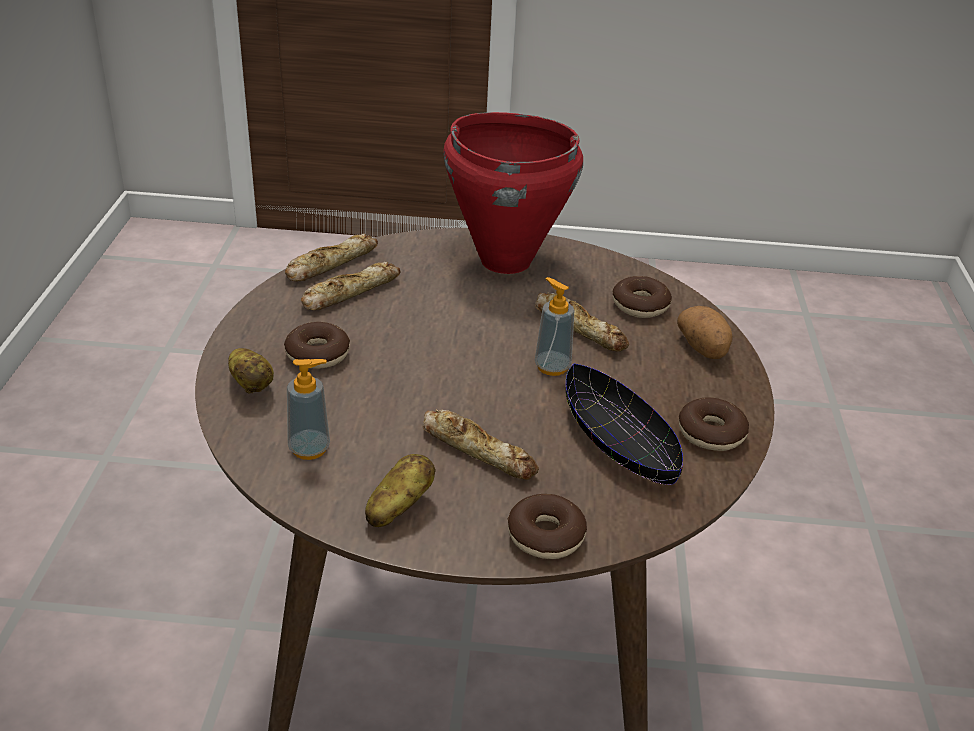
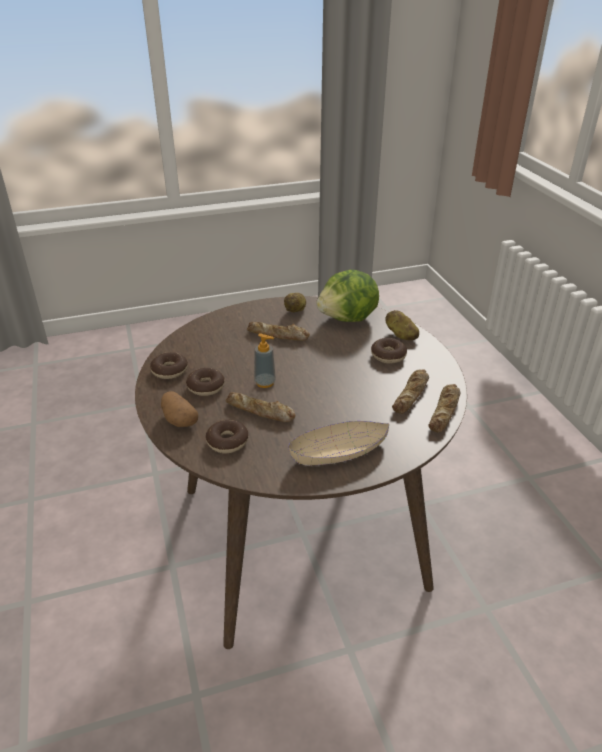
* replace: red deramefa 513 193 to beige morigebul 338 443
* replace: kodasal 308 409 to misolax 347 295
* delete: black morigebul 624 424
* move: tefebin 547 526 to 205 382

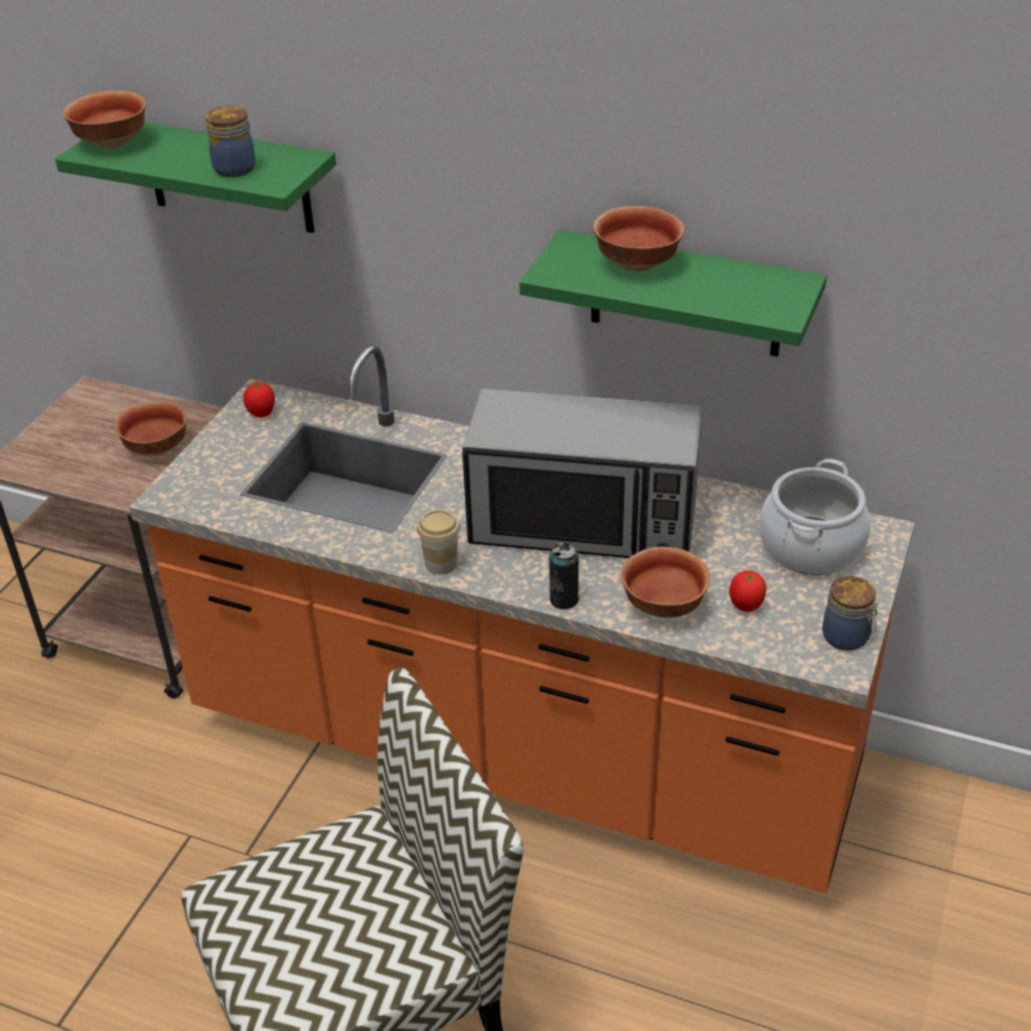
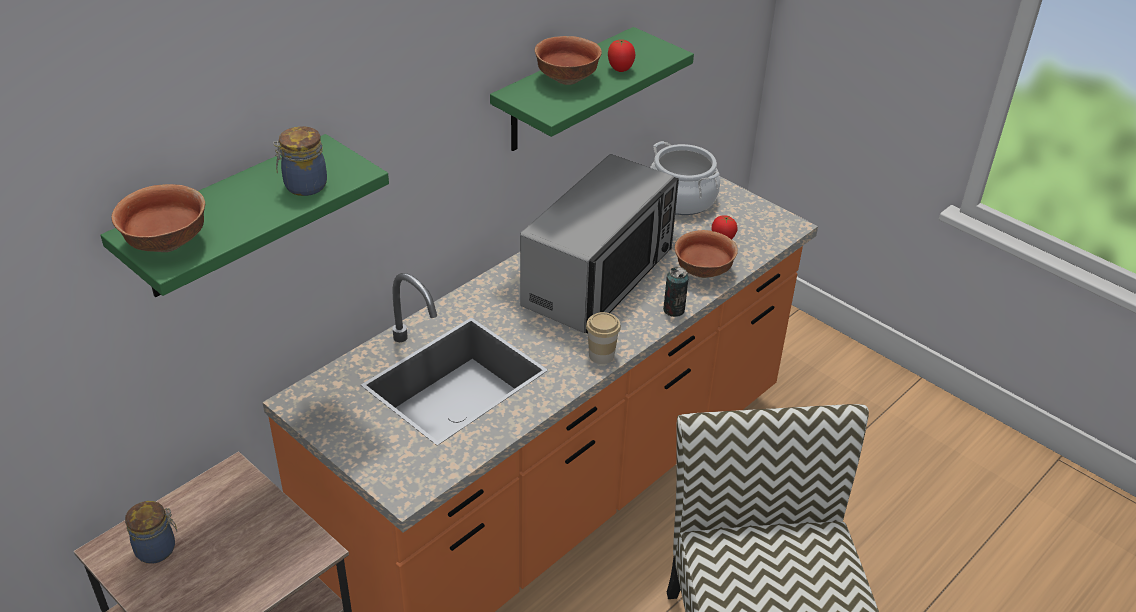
* move: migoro 259 399 to 621 55
* delete: morigebul 150 428
* move: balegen 850 613 to 151 532

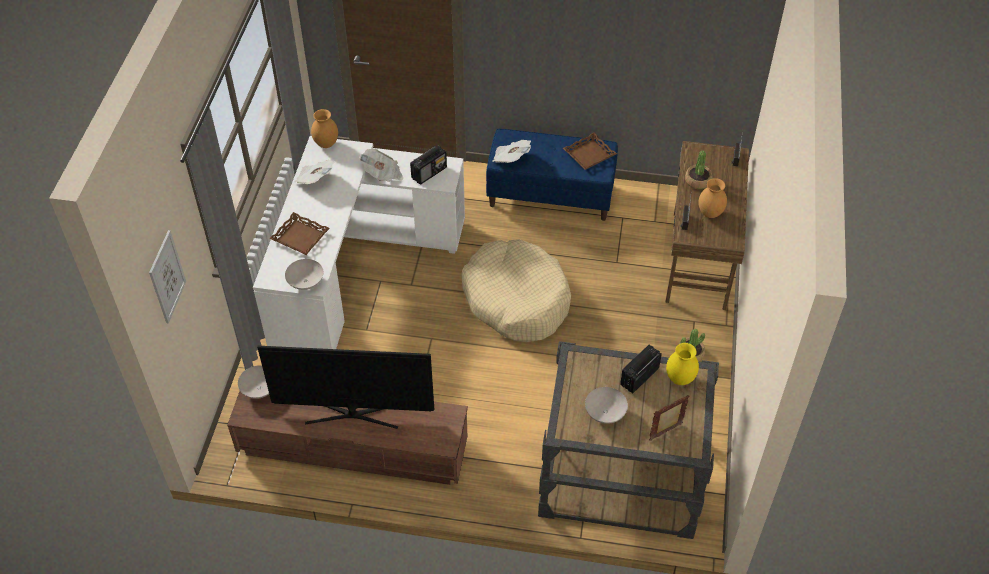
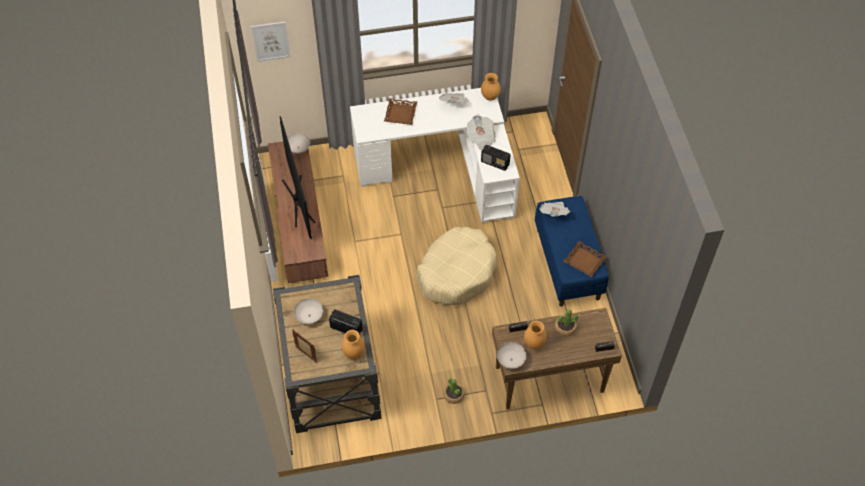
* move: white morigebul 304 274 to 512 355
* recolor: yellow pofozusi 682 364 to brown pofozusi 353 344

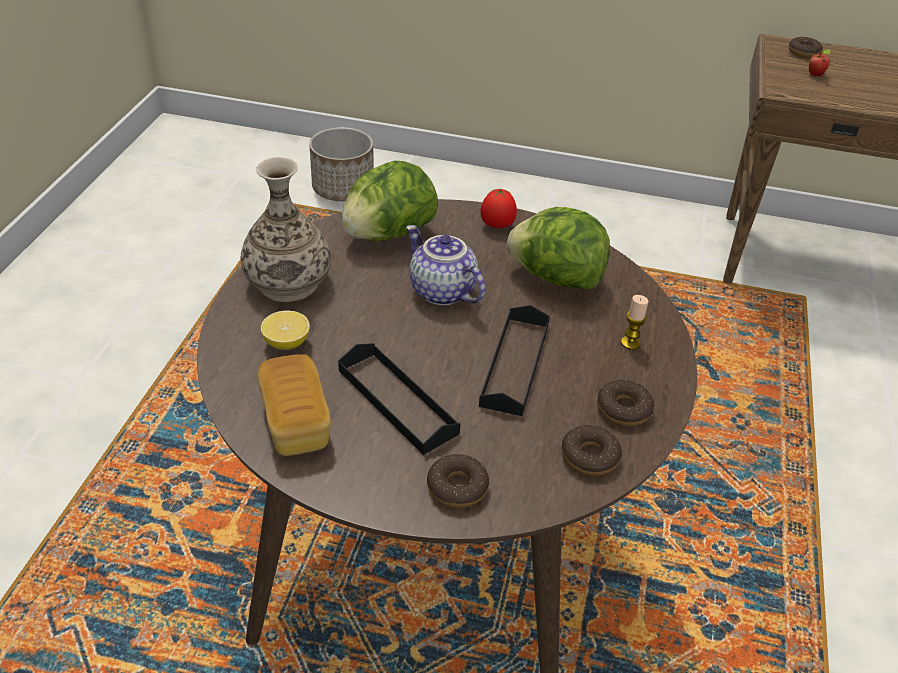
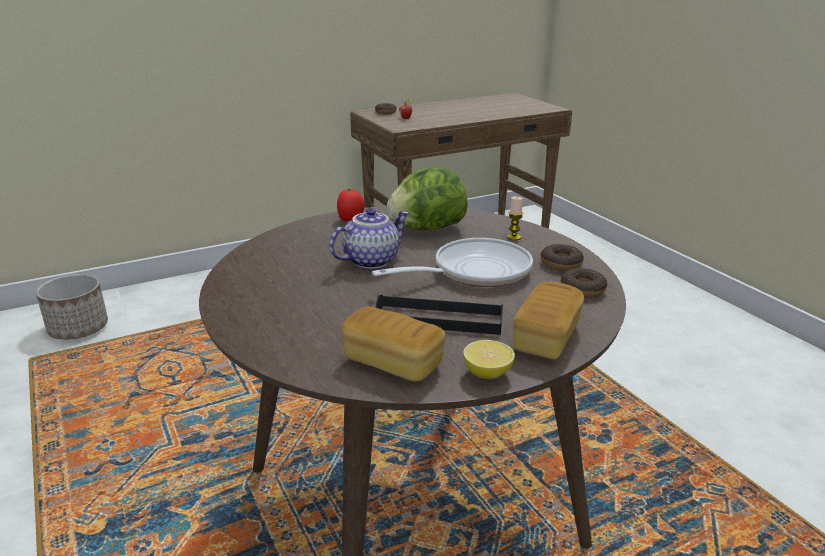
* delete: pofozusi 286 229
* delete: misolax 390 201
* rotate: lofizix 445 265 = 369 238 135 degrees clockwise
* replace: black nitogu 514 360 to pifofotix 452 262
* move: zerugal 285 330 to 489 359
* replace: tefebin 458 481 to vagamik 548 320

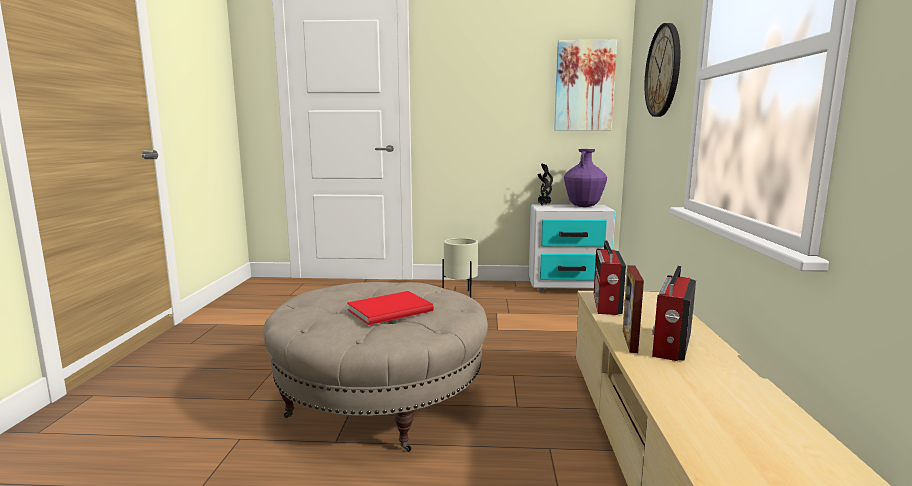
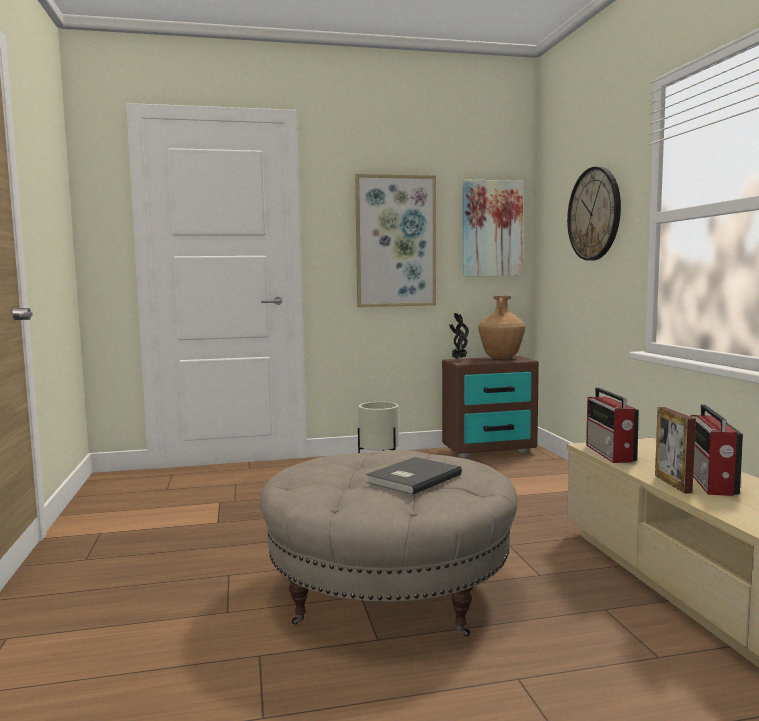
* recolor: purple pofozusi 585 178 to brown pofozusi 501 327
* recolor: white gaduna 571 248 to brown gaduna 490 407
* recolor: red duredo 390 308 to grey duredo 414 476
* insert: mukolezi 395 240

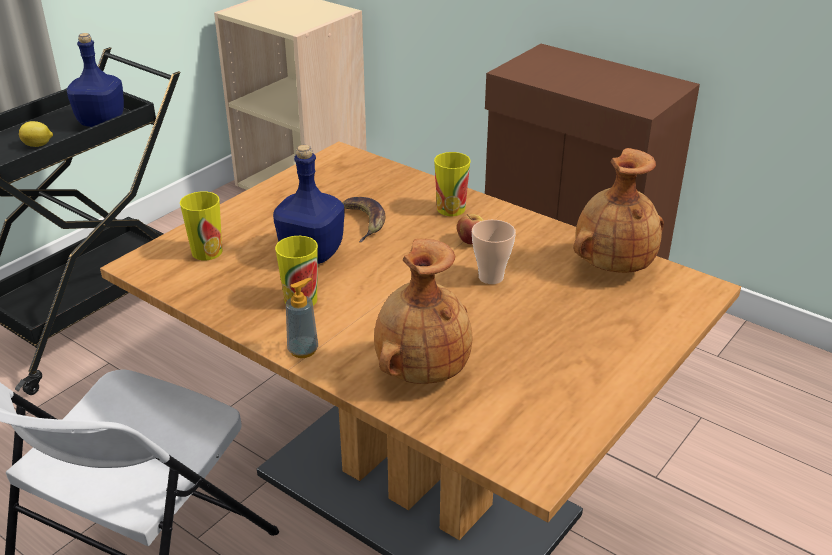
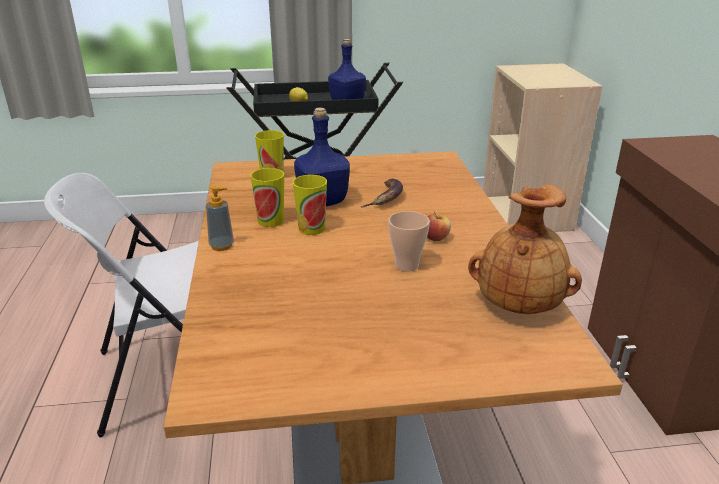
* move: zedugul 452 184 to 310 205
* delete: brown pofozusi 423 311

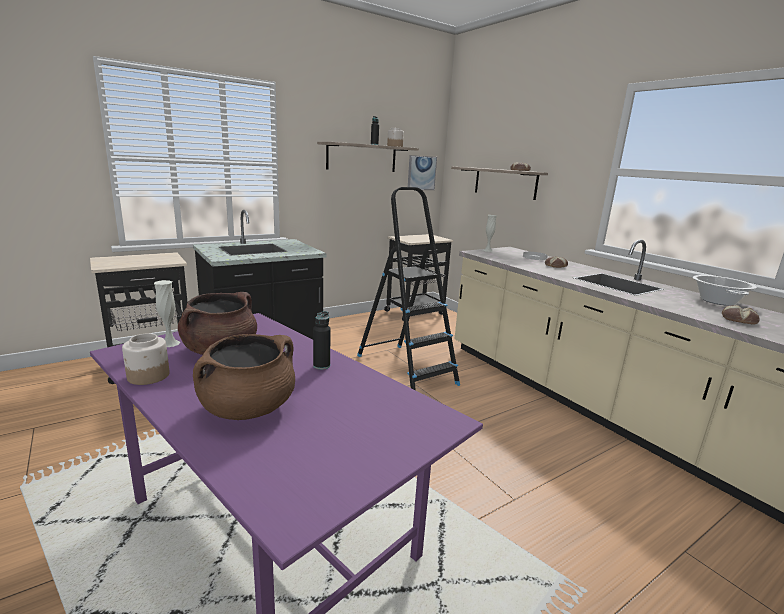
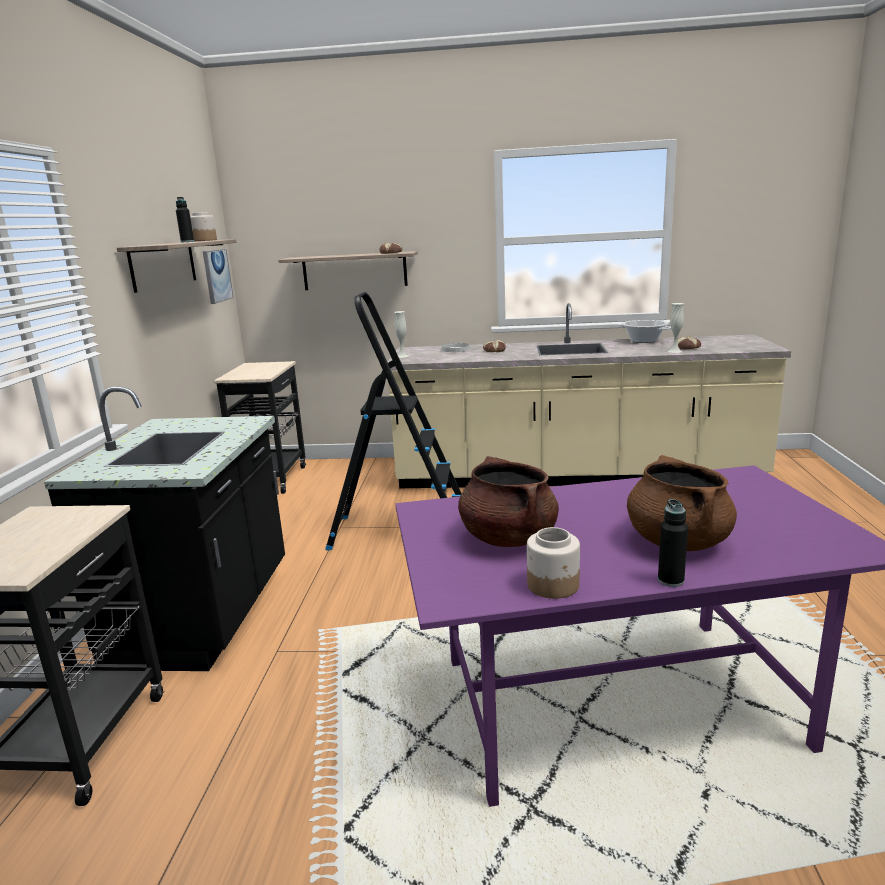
* move: white pofozusi 167 313 to 676 328
* move: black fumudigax 322 340 to 673 543

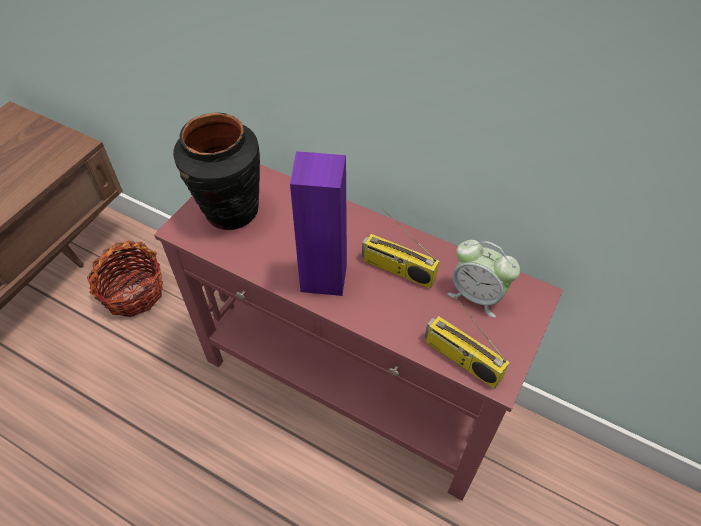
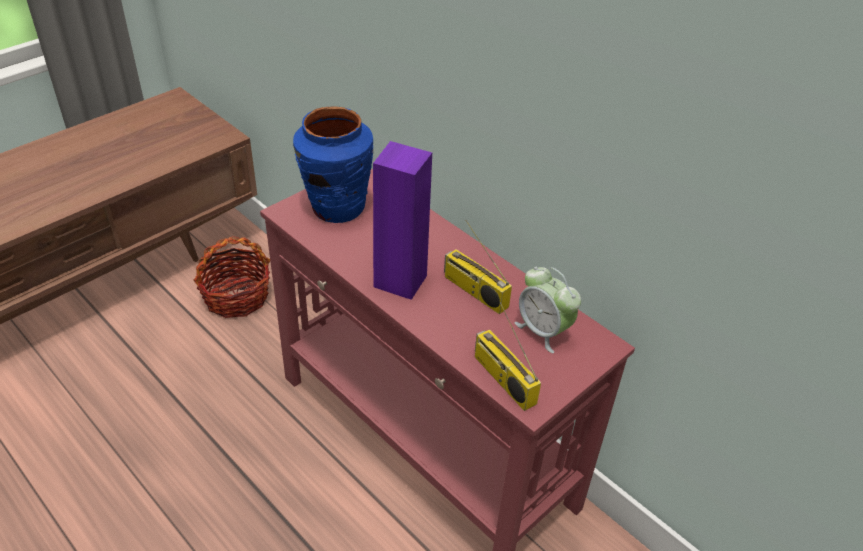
* recolor: black pofozusi 216 171 to blue pofozusi 333 164

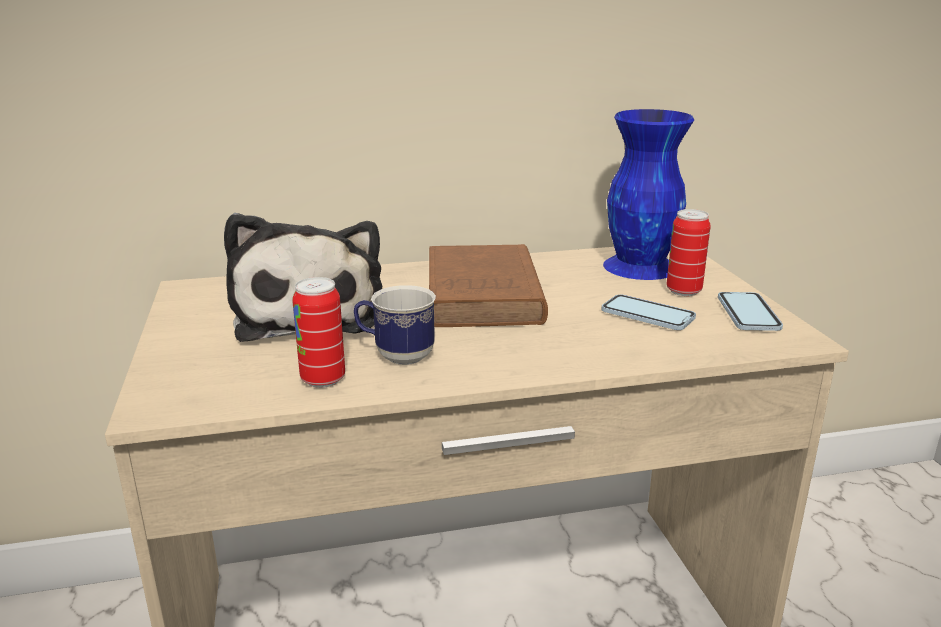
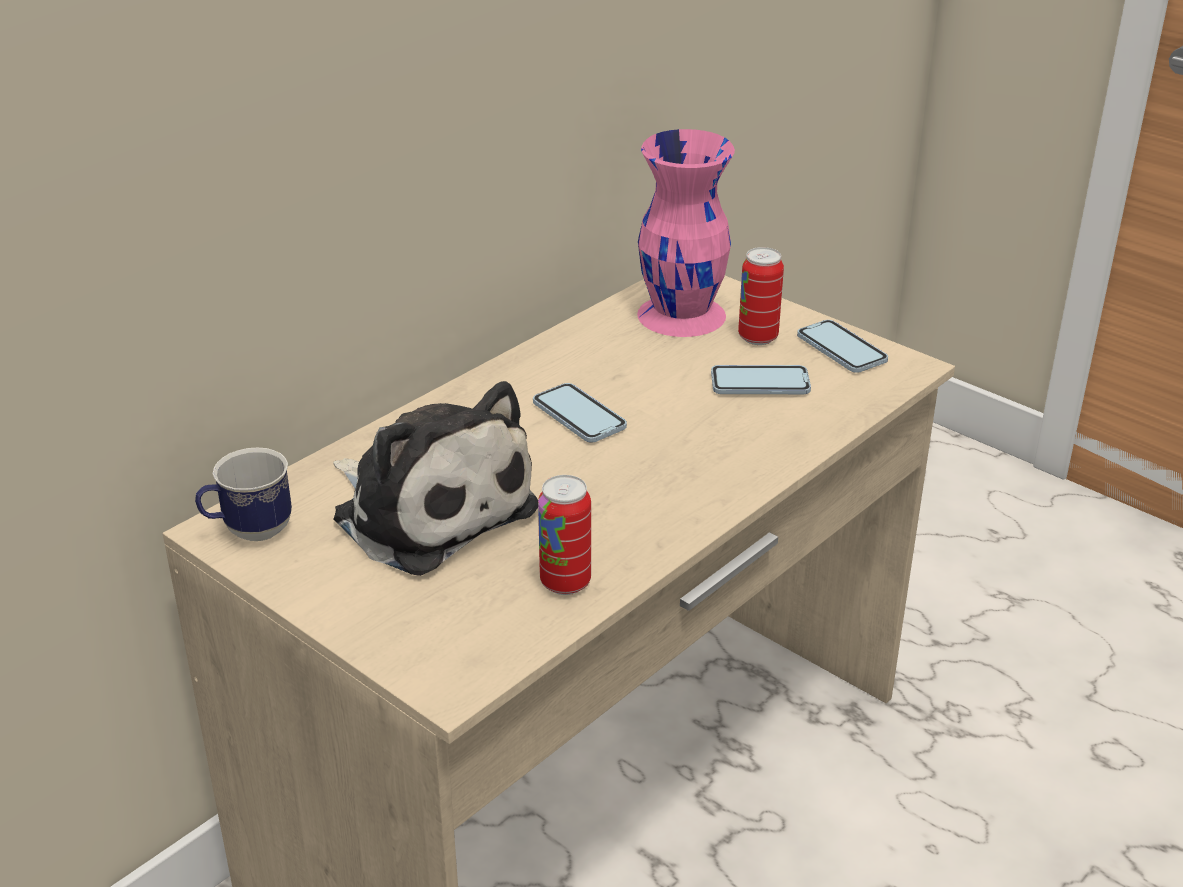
* recolor: blue pofozusi 648 194 to pink pofozusi 686 233
* replace: brown duredo 488 285 to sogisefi 580 413
* move: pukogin 395 325 to 243 494

